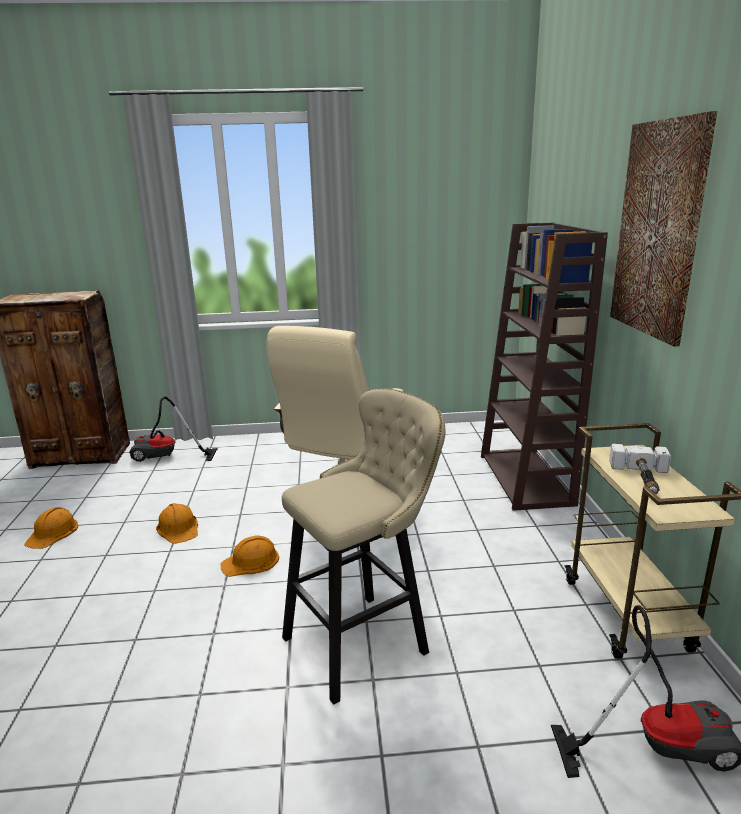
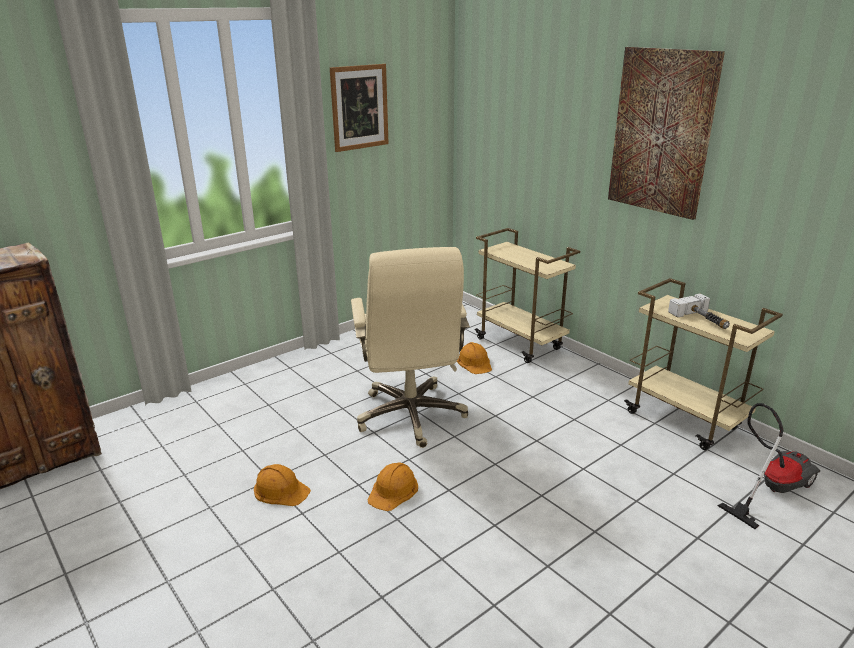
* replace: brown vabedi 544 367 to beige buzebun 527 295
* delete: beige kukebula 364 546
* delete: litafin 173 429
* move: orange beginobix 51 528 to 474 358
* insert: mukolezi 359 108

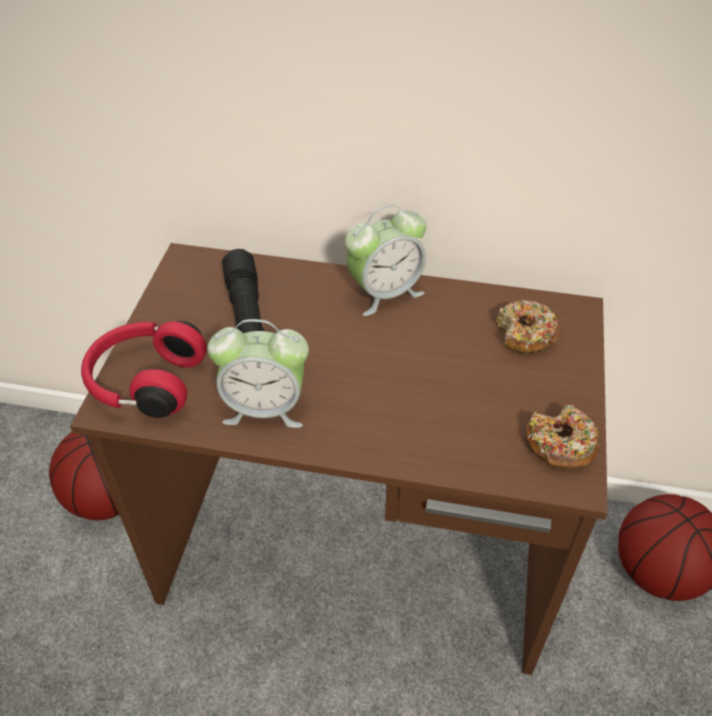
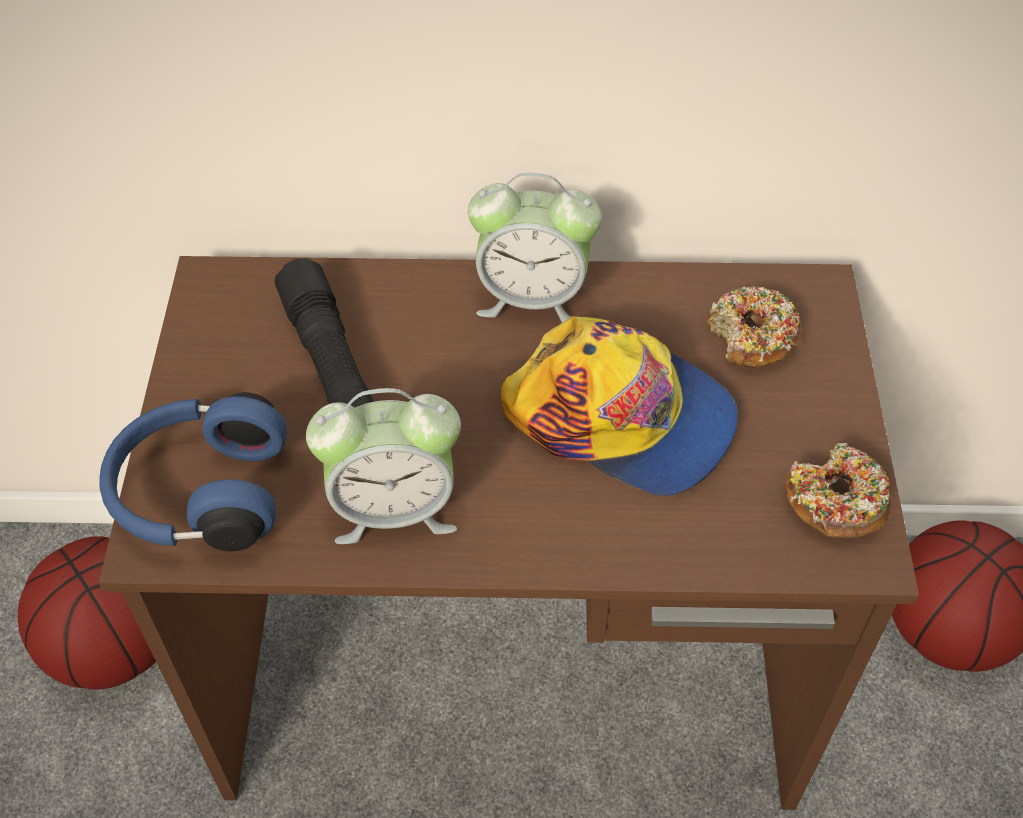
* rotate: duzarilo 385 260 = 535 248 45 degrees clockwise
* recolor: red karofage 144 369 to blue karofage 193 471
* insert: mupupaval 619 406

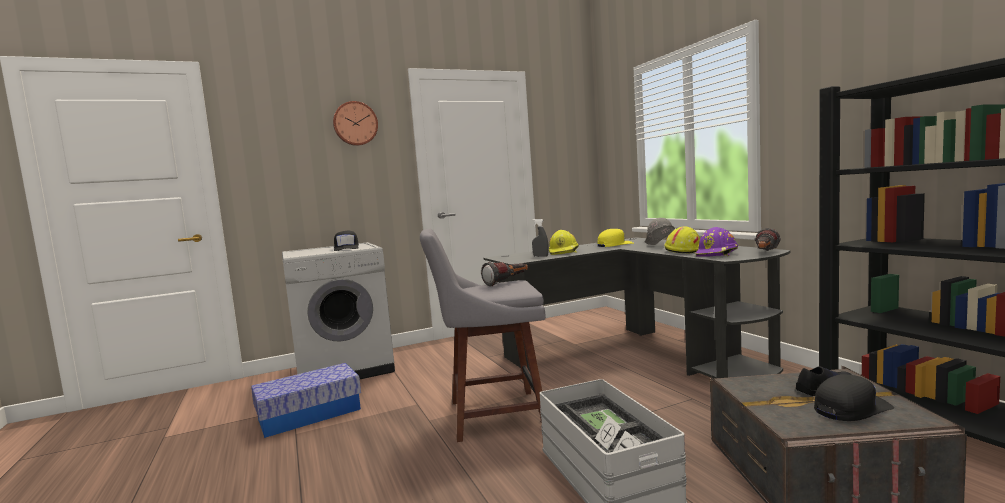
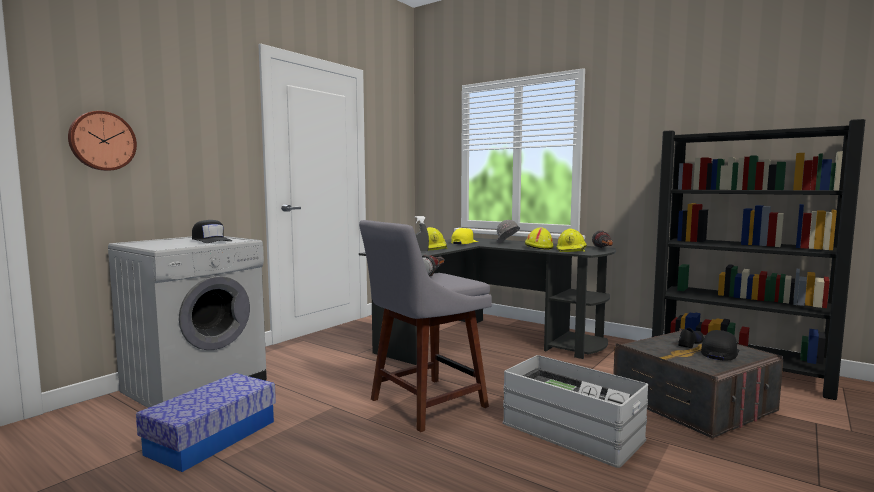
* move: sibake 355 123 to 102 141
* recolor: purple beginobix 717 242 to yellow beginobix 572 240

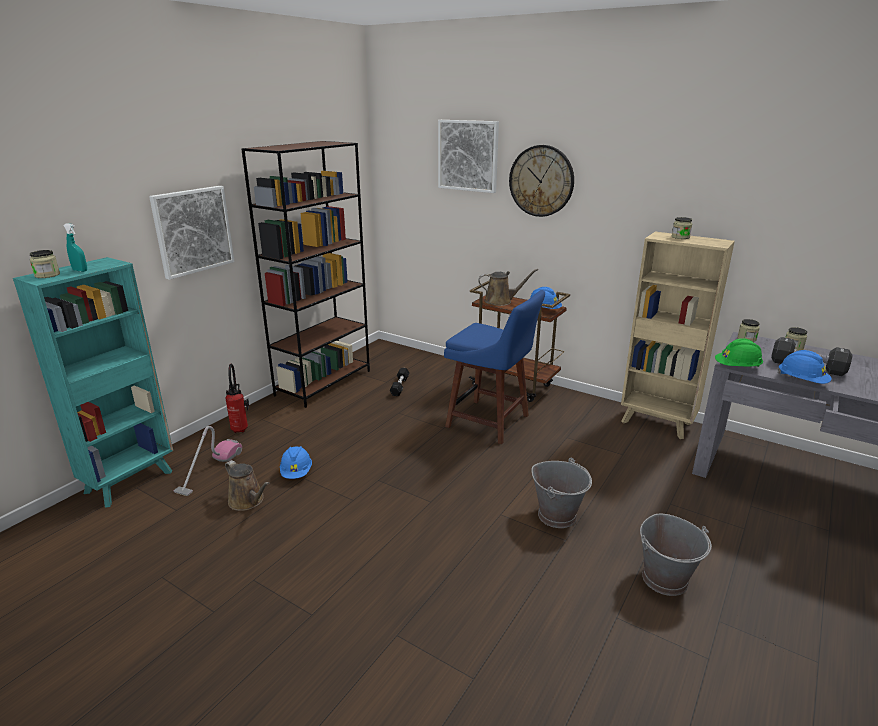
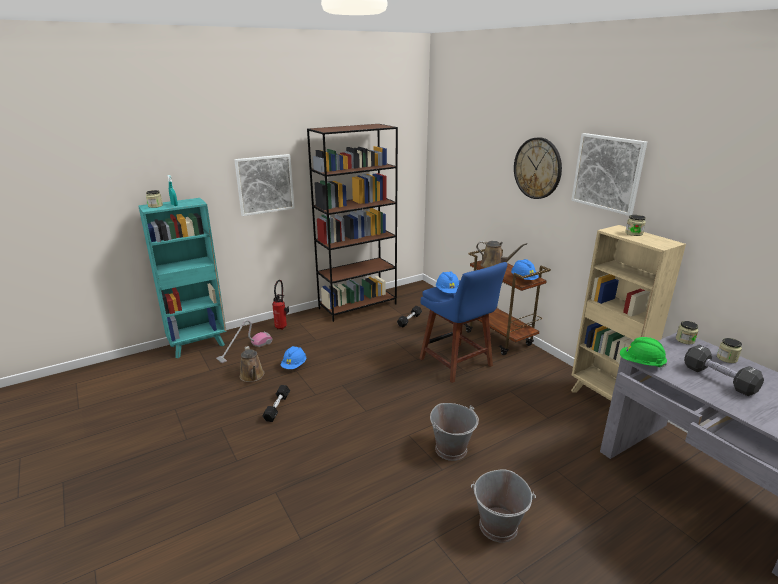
* move: mukolezi 468 156 to 609 174
* move: blue beginobix 804 367 to 447 282
* insert: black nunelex 276 403

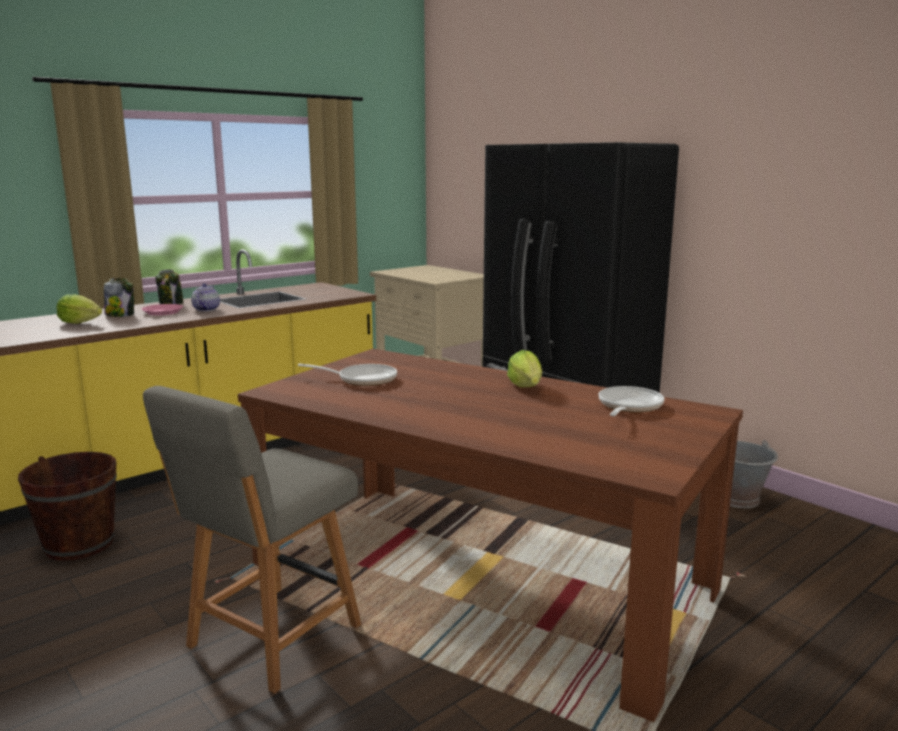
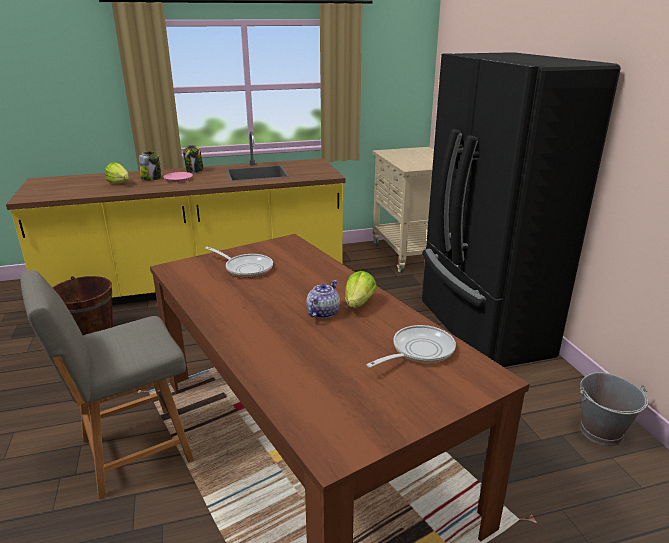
* move: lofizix 205 297 to 323 299

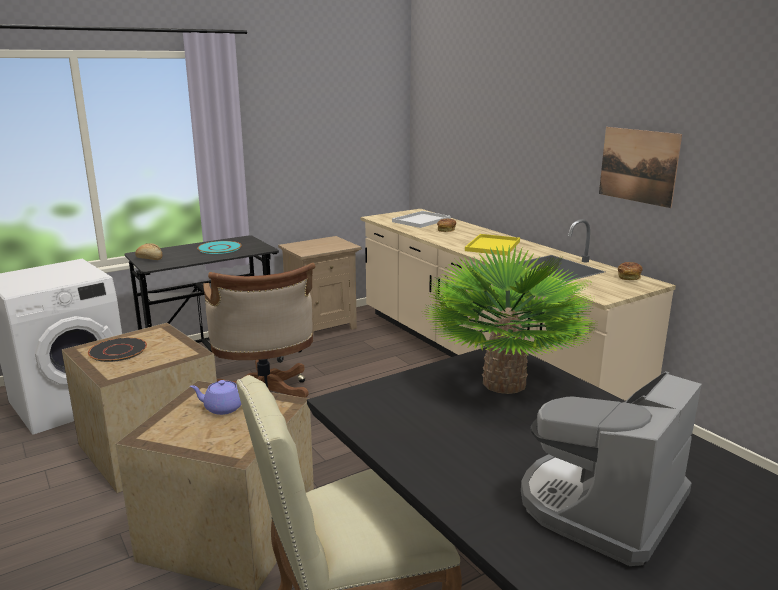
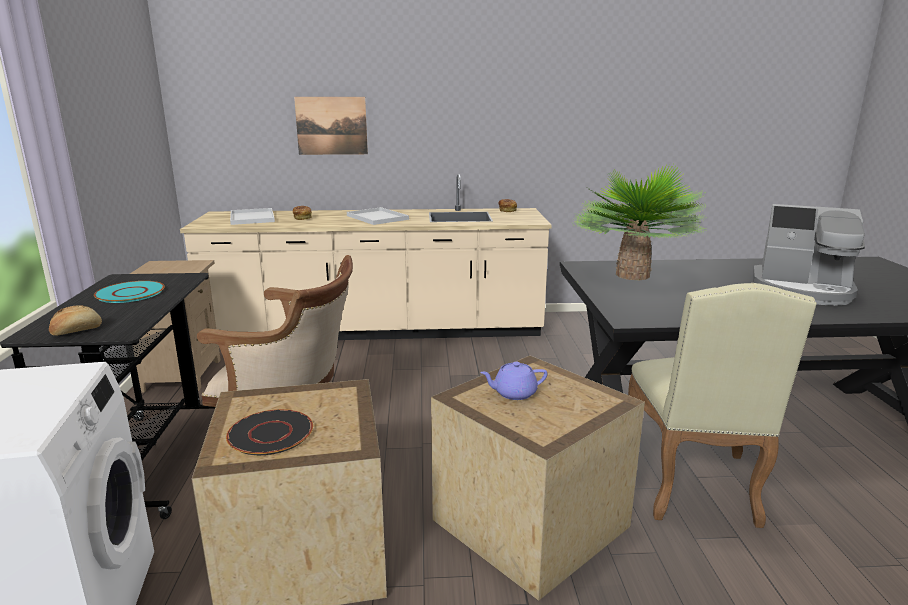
* move: mukolezi 640 167 to 331 126
* recolor: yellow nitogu 492 245 to white nitogu 378 216
* rotate: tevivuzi 611 468 = 809 255 45 degrees counterclockwise
* rotate: purple lofizix 216 397 = 514 381 45 degrees clockwise

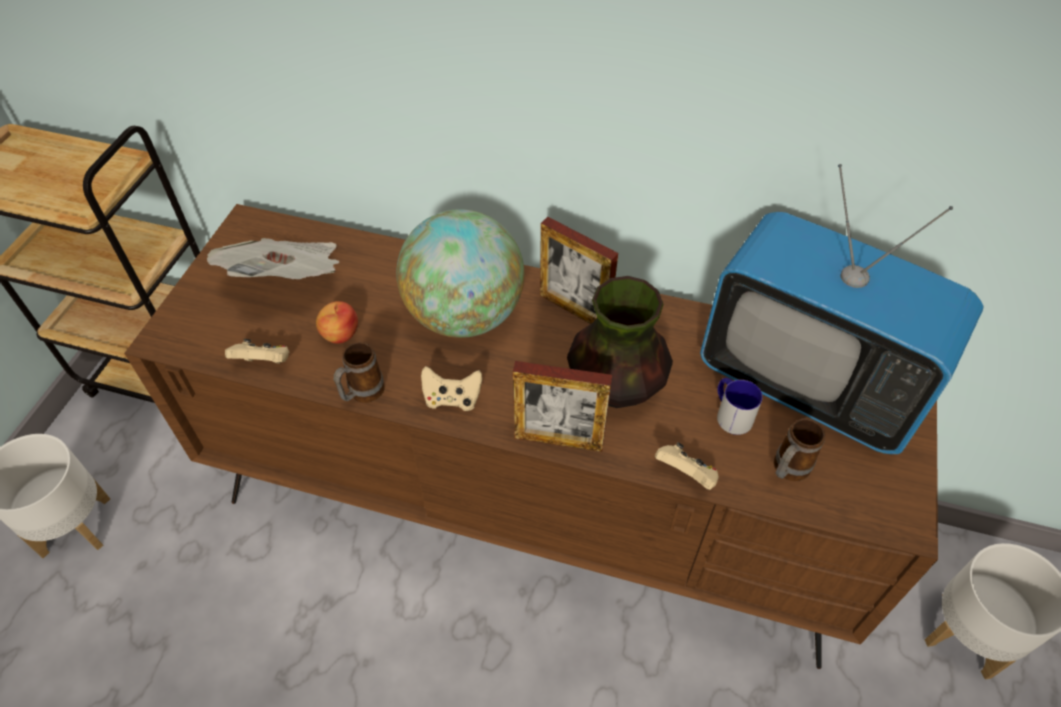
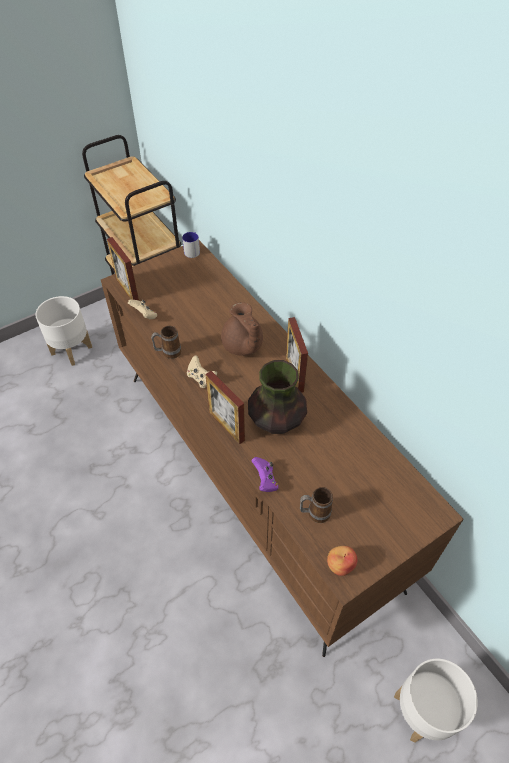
* delete: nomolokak 841 309
* replace: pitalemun 460 273 to brown lofizix 242 329
* delete: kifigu 273 258
* move: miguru 337 322 to 342 561
* move: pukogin 740 406 to 191 245
* recolor: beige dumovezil 687 466 to purple dumovezil 264 474
* insert: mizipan 123 269

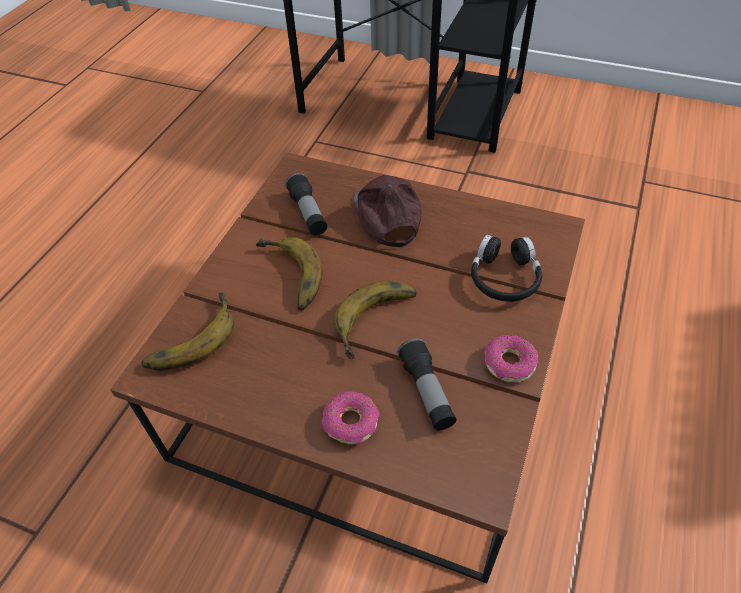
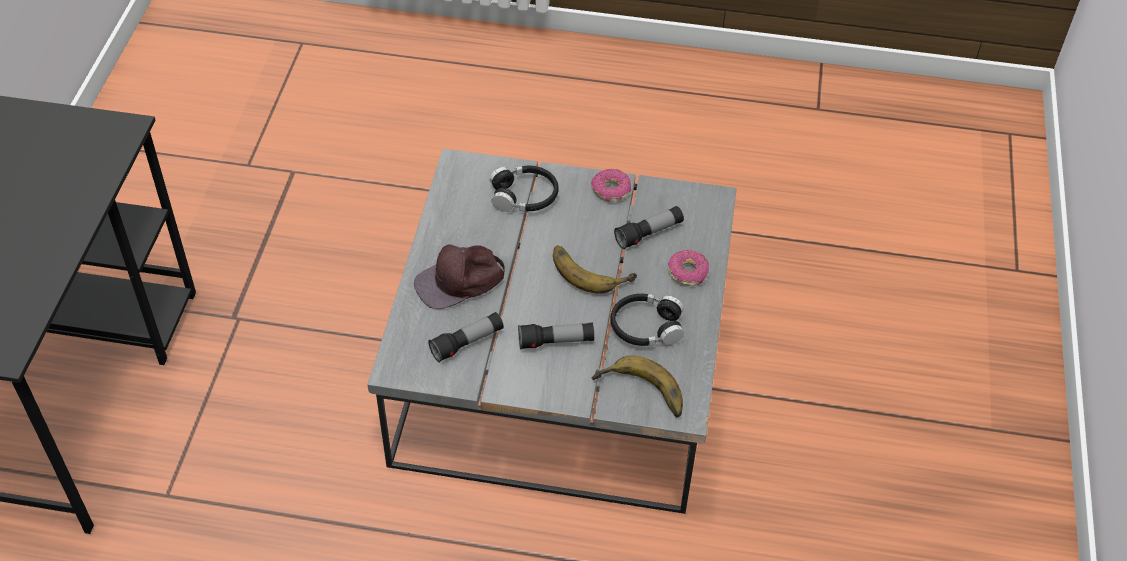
* recolor: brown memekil 347 368 to grey memekil 552 331
* replace: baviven 289 274 to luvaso 556 336
* insert: black karofage 647 319

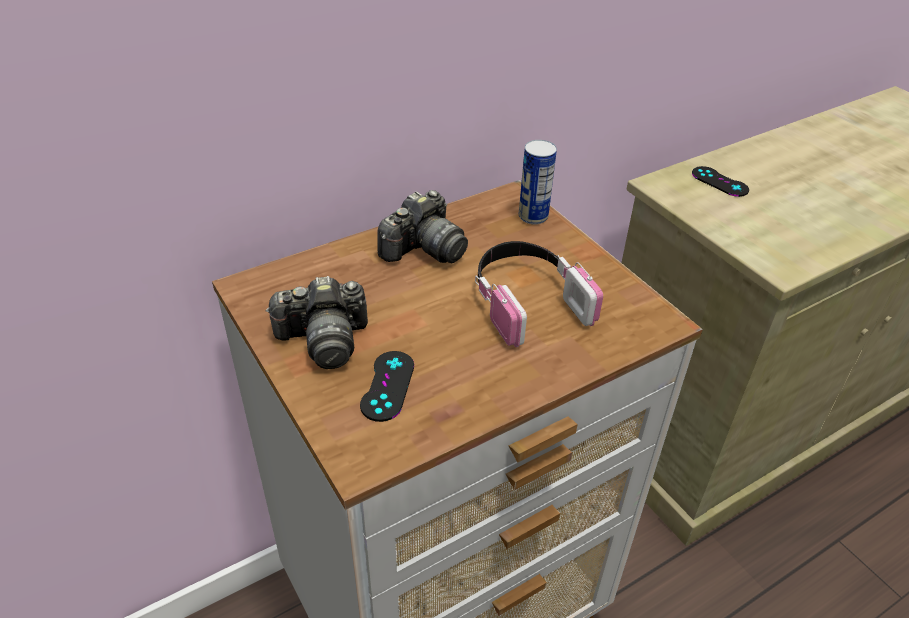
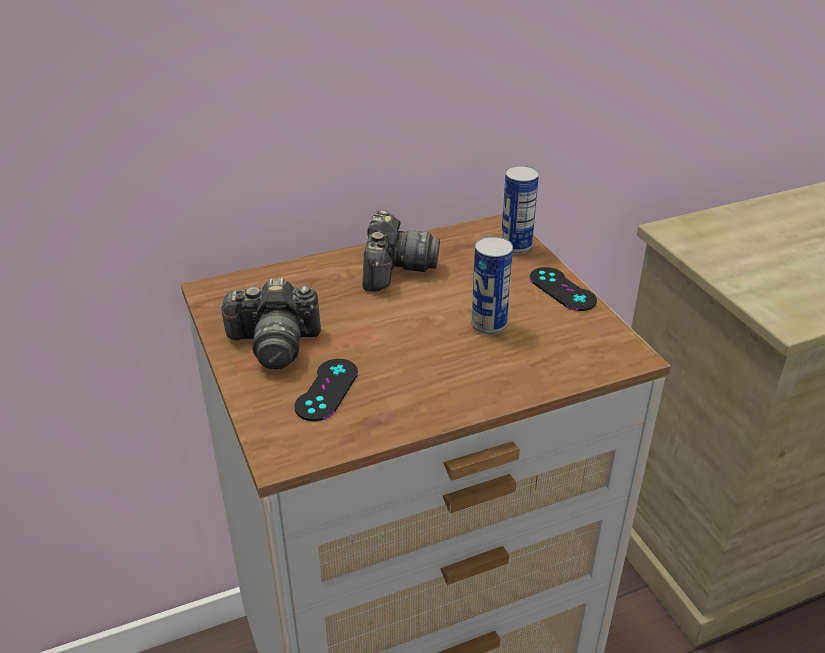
* move: black dumovezil 720 181 to 563 289
* rotate: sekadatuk 422 226 = 401 250 45 degrees counterclockwise
* replace: karofage 539 294 to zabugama 492 285

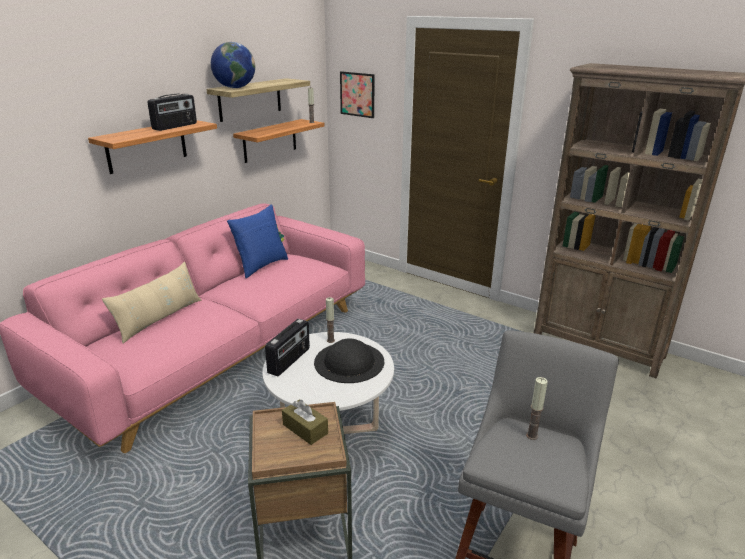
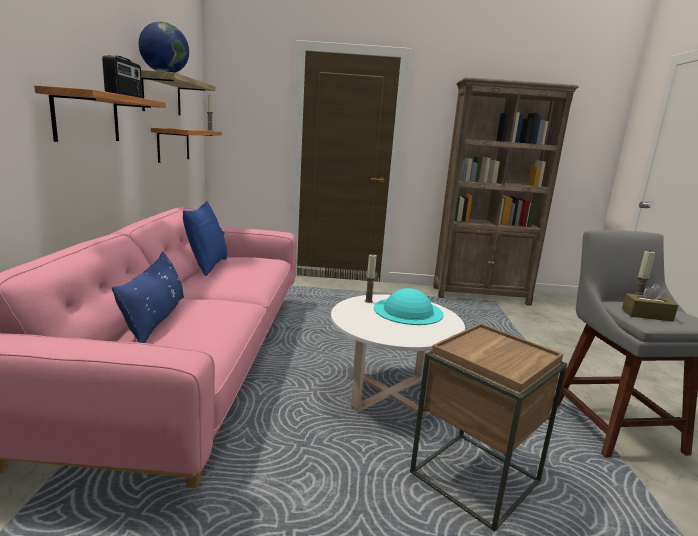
* delete: mukolezi 357 94
* recolor: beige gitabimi 151 302 to blue gitabimi 148 297
* delete: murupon 287 347
* recolor: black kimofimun 349 360 to turquoise kimofimun 409 306
* move: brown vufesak 305 422 to 650 302

